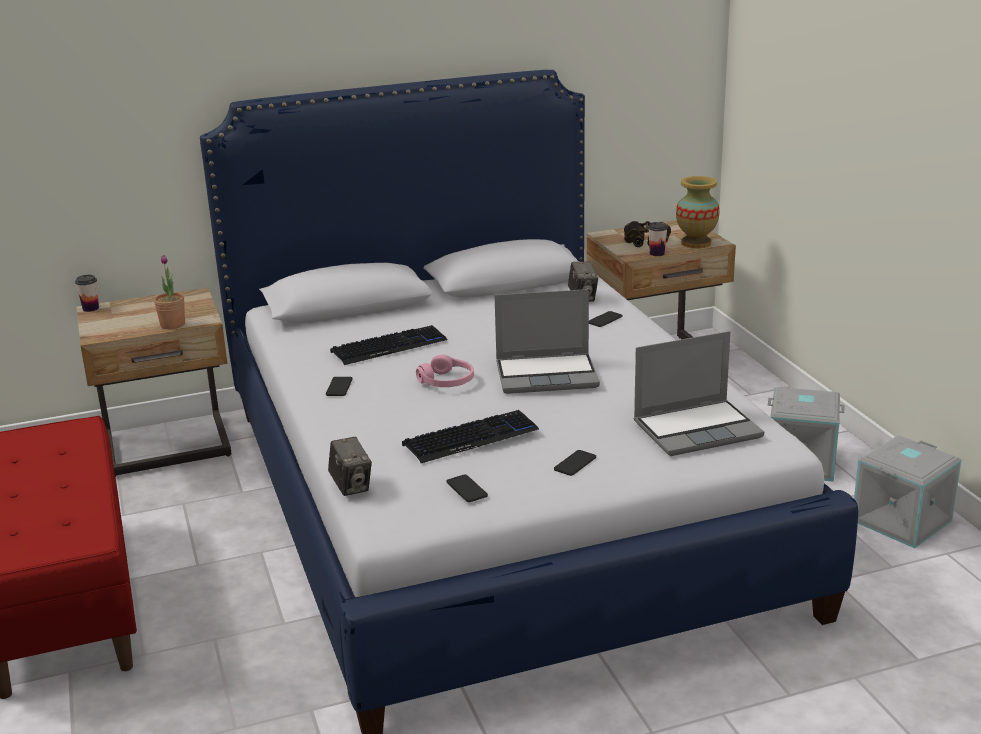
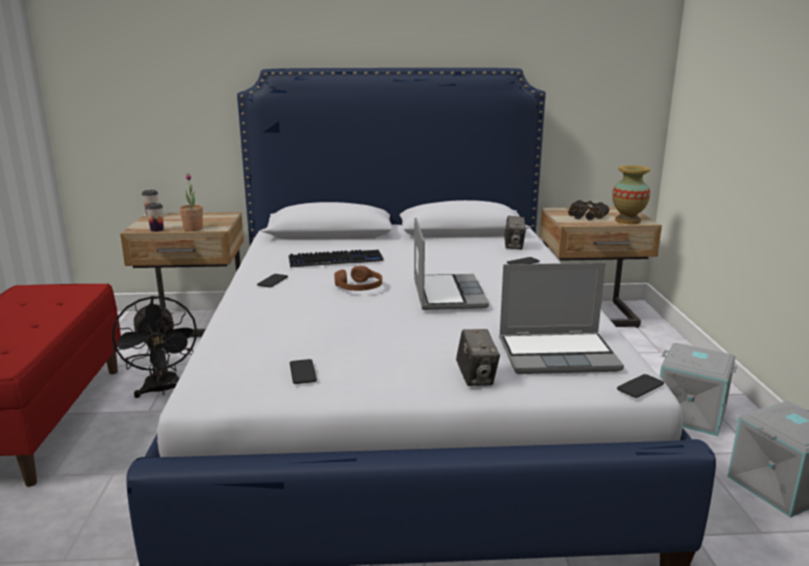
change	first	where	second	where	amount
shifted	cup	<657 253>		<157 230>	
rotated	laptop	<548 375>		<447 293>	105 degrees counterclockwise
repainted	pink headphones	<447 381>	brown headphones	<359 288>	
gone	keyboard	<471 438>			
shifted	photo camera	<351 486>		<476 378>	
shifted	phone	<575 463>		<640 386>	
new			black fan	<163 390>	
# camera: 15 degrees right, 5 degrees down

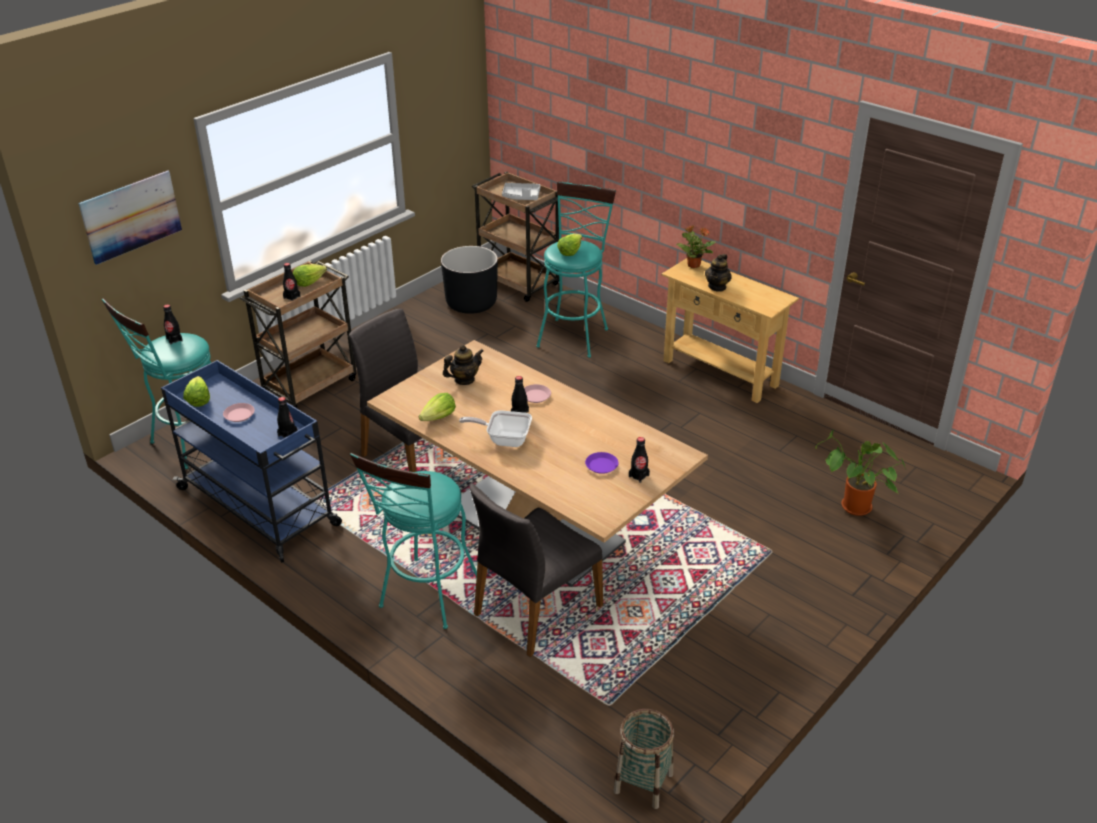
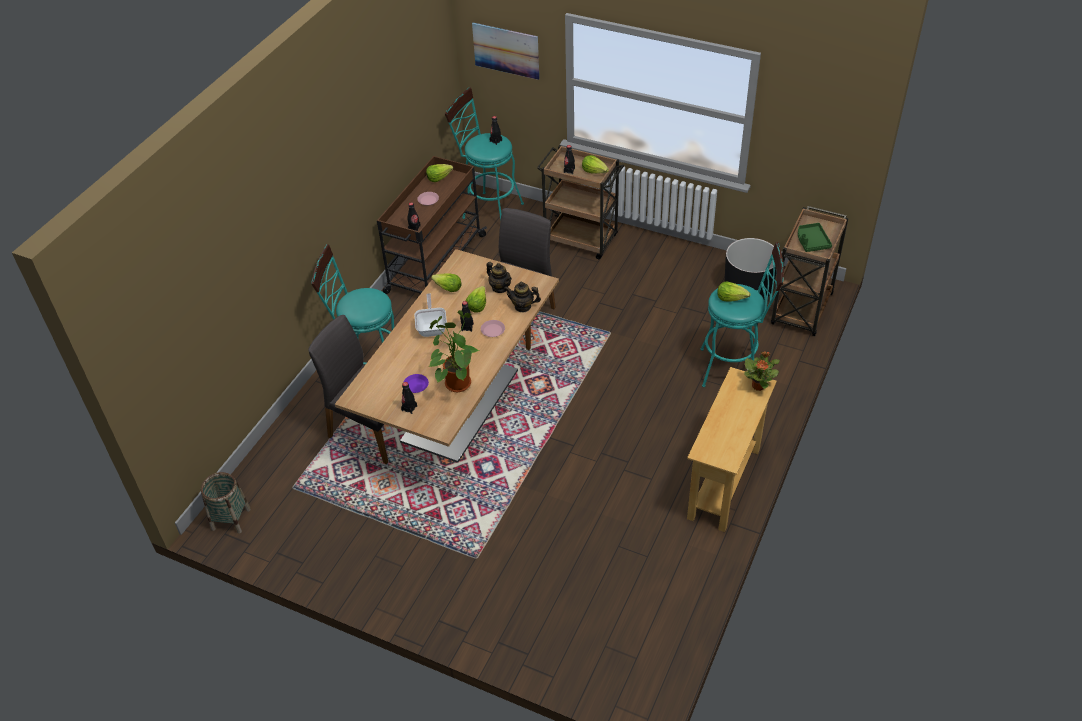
change	first	where	second	where	amount
repainted	grey tray	<521 197>	green tray	<811 242>	
shifted	teapot	<717 287>		<523 307>	
repainted	blue cart	<260 507>	brown cart	<435 265>	
shifted	potted plant	<853 508>		<456 382>	
new			lettuce	<477 305>	
# camera: 75 degrees right, 10 degrees up

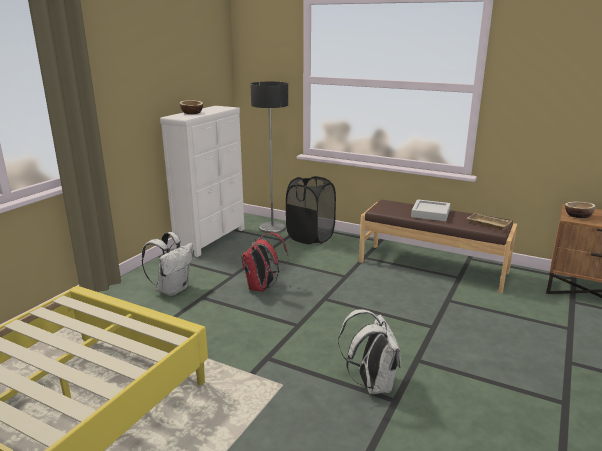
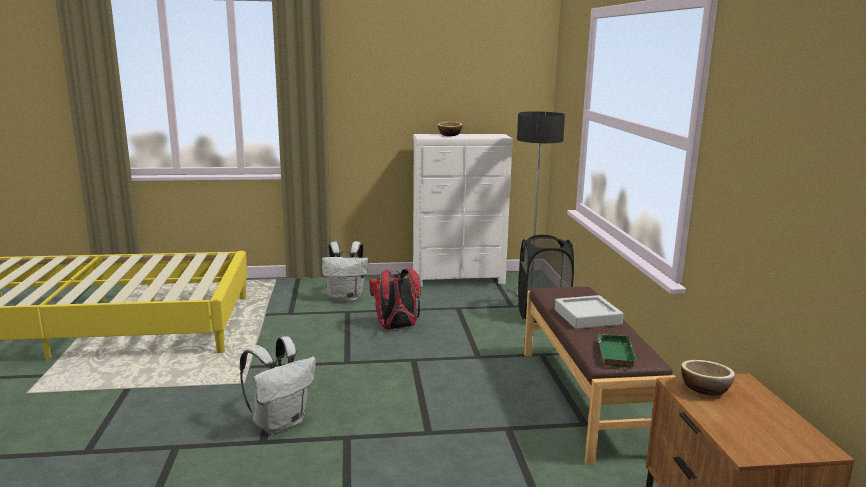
change	first	where	second	where	amount
repainted	beige tray	<487 224>	green tray	<613 353>	
# camera: 55 degrees right, 5 degrees down

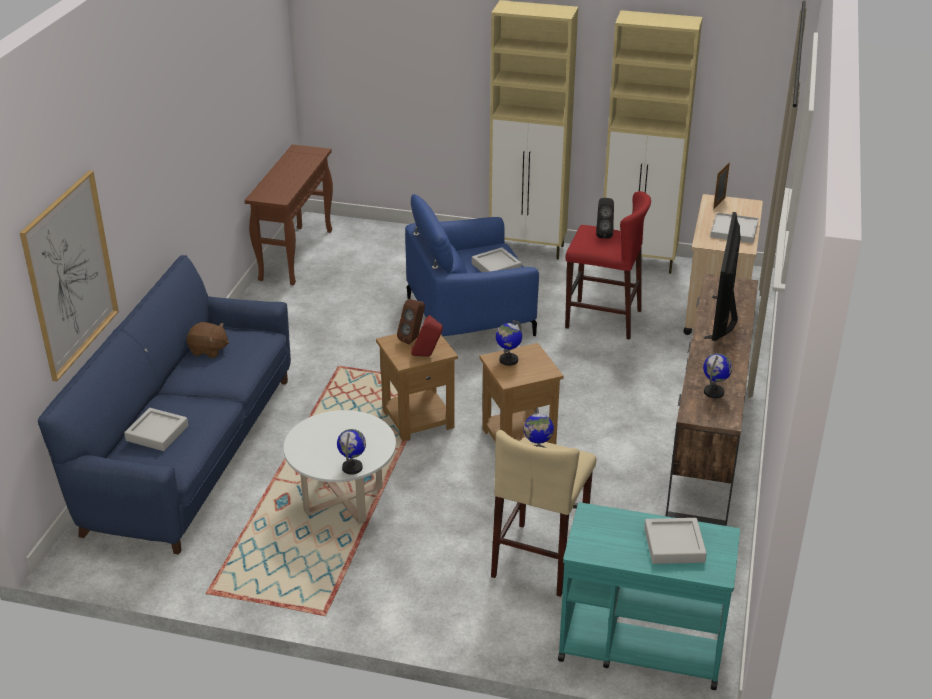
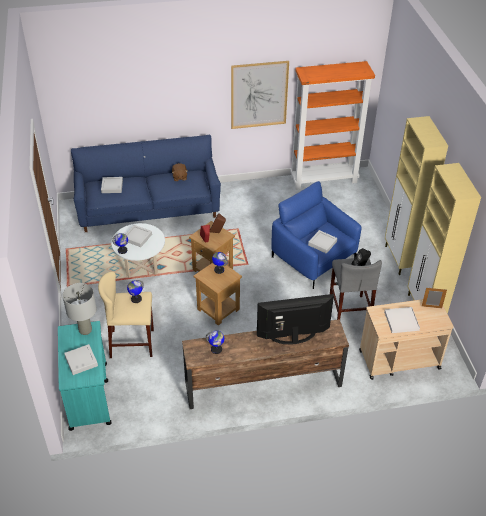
change	first	where	second	where	amount
swapped	brown console table	<296 254>	orange bookcase	<324 179>	
shifted	picture	<70 275>		<259 95>	
repainted	red stool	<603 319>	grey stool	<349 311>	
new			grey tray	<137 237>	
new			grey table lamp	<85 330>	
# camera: 65 degrees right, 10 degrees up

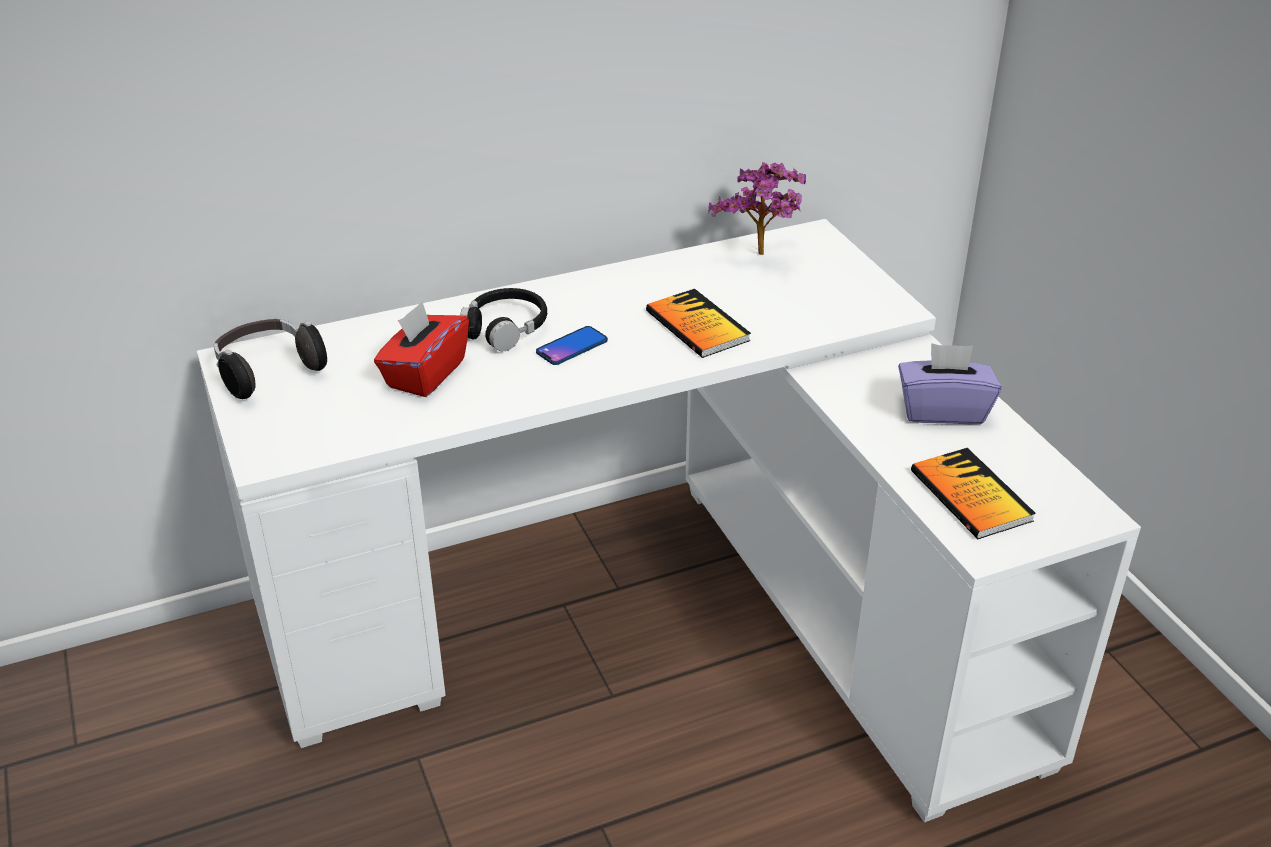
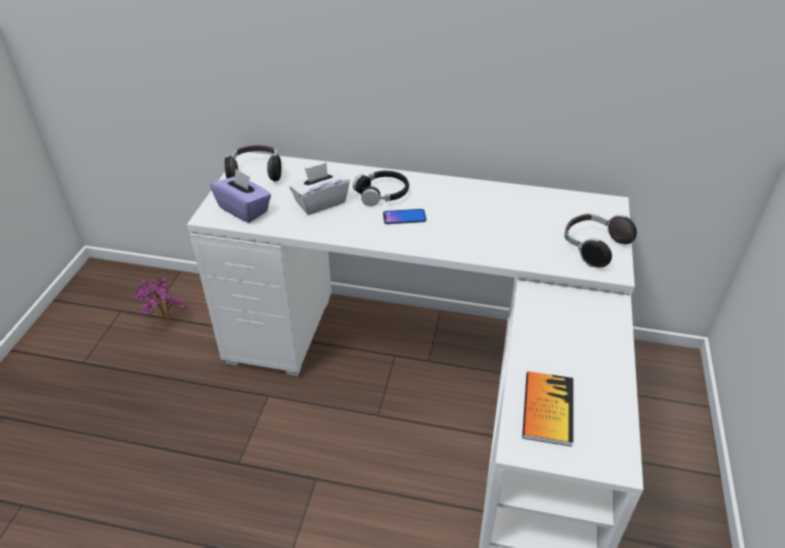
change	first	where	second	where	amount
shifted	potted plant	<761 257>		<164 321>	
gone	book	<697 326>			
repainted	red tissue box	<425 374>	white tissue box	<320 202>	
shifted	purple tissue box	<942 410>		<244 209>	
new			headphones	<593 247>	
# camera: 35 degrees right, 5 degrees up

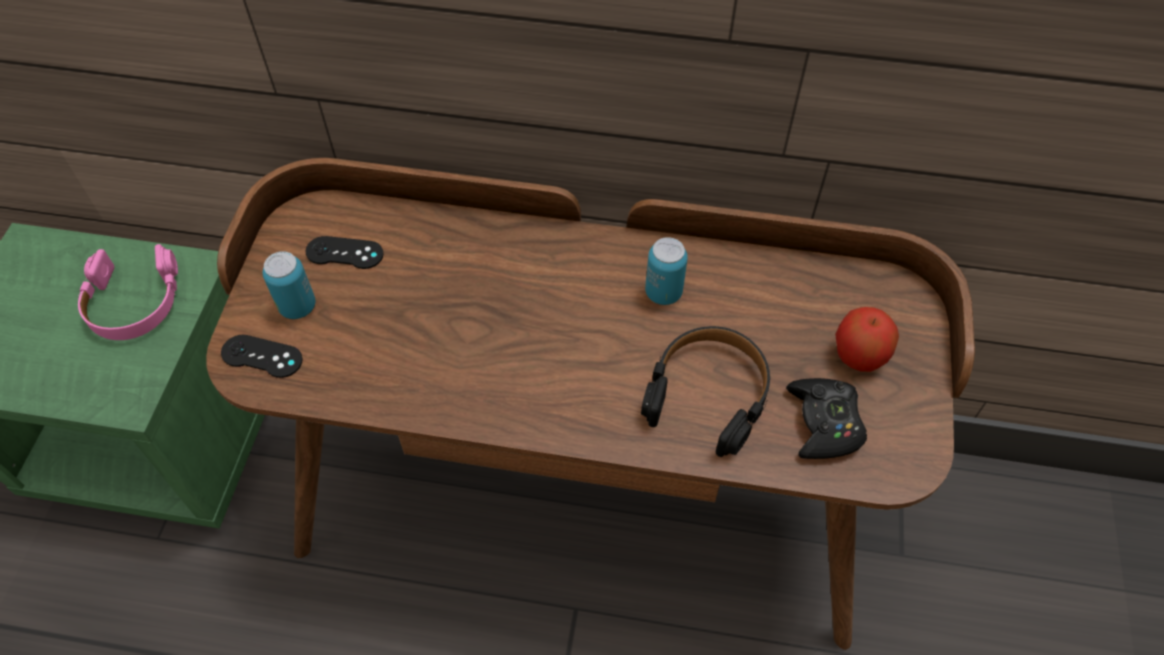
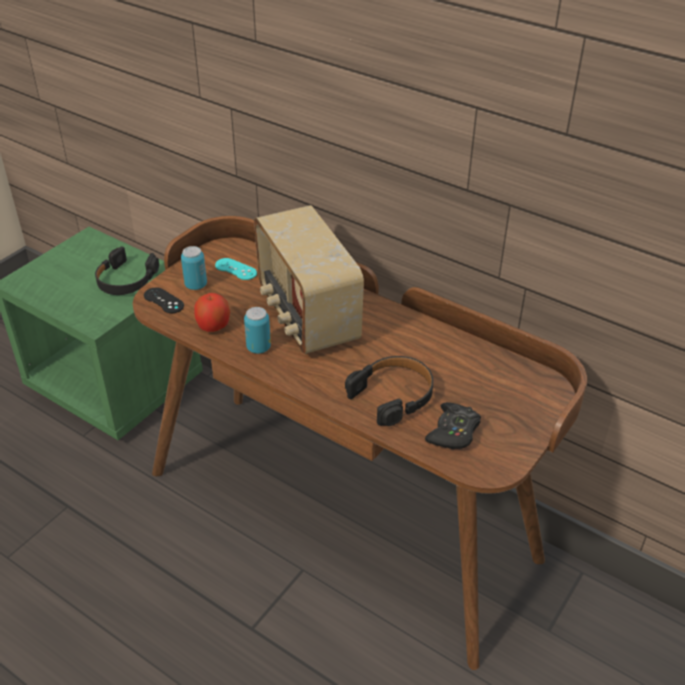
change	first	where	second	where	amount
repainted	black game controller	<344 253>	turquoise game controller	<236 269>	
shifted	can	<663 292>		<258 348>	
repainted	pink headphones	<133 302>	black headphones	<126 280>	
shifted	apple	<859 355>		<213 326>	
new			radio	<306 316>	
# camera: 25 degrees right, 15 degrees down

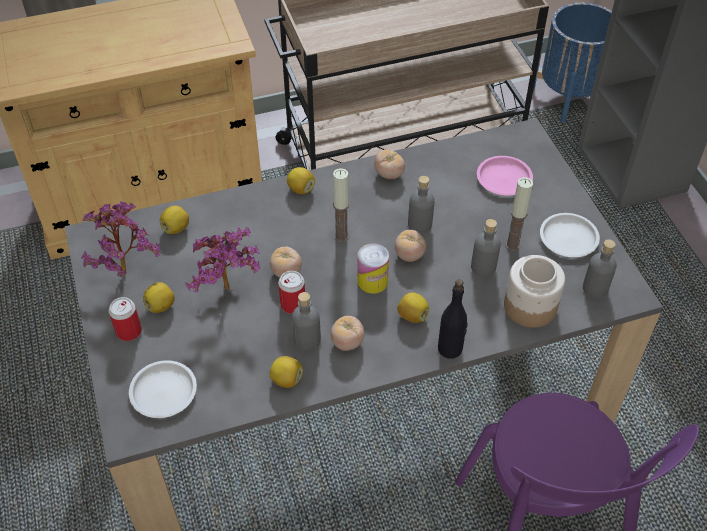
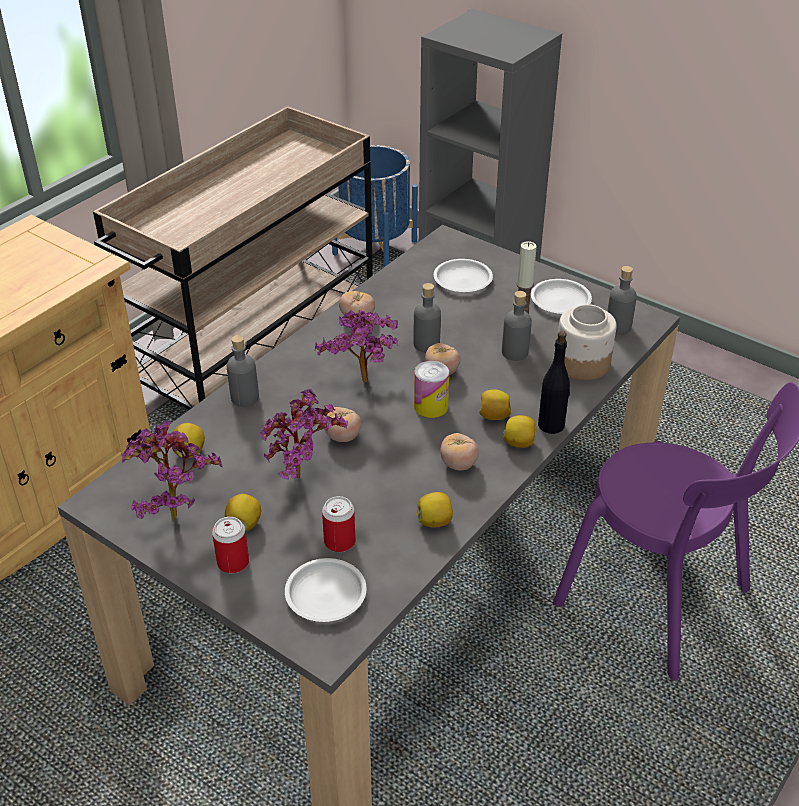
change	first	where	second	where	amount
repainted	pink plate	<504 178>	white plate	<463 279>	
shifted	lemon	<301 189>		<519 443>	
swapped	candle	<341 236>	potted plant	<364 385>	
shifted	can	<293 305>		<339 542>	
shifted	grey bottle	<307 340>		<245 398>	
# camera: 35 degrees left, 10 degrees down

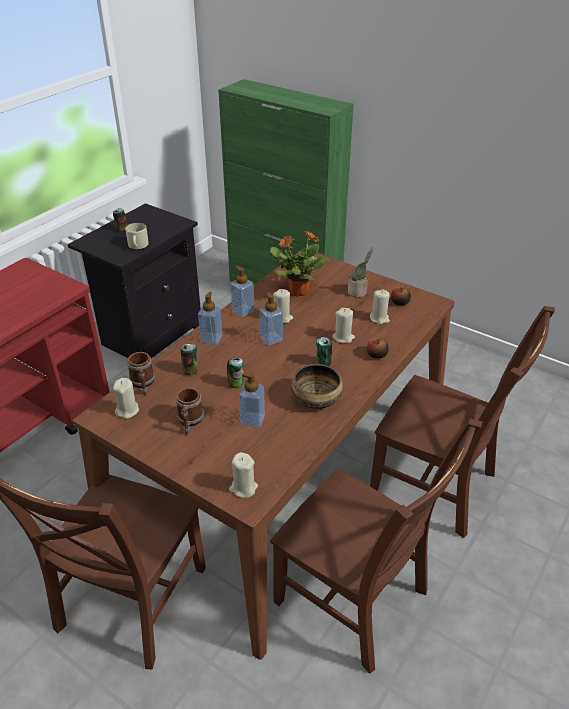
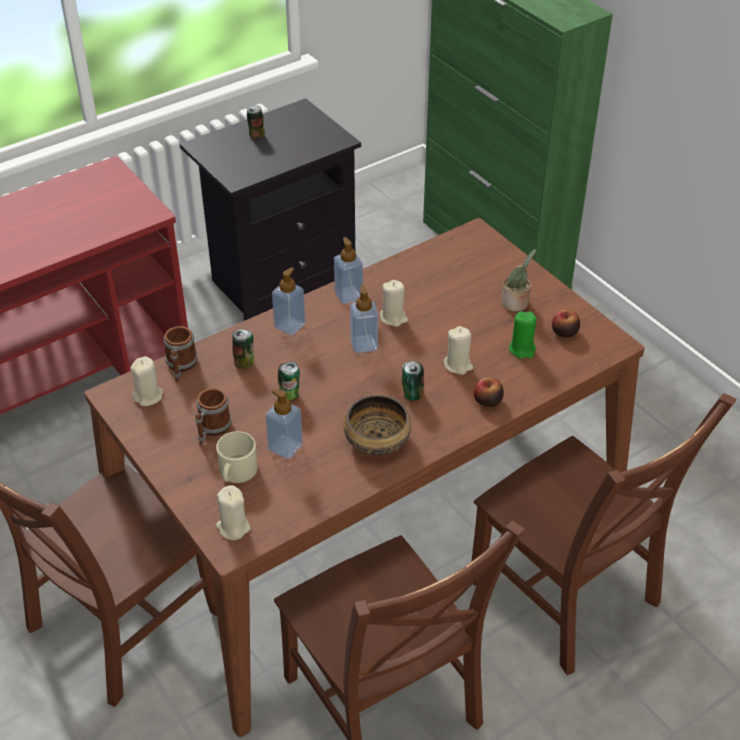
change	first	where	second	where	amount
shifted	beige mug	<137 245>		<236 472>	
gone	potted plant	<298 291>			
repainted	beige candle	<379 318>	green candle	<522 349>	
# camera: 20 degrees right, 5 degrees up

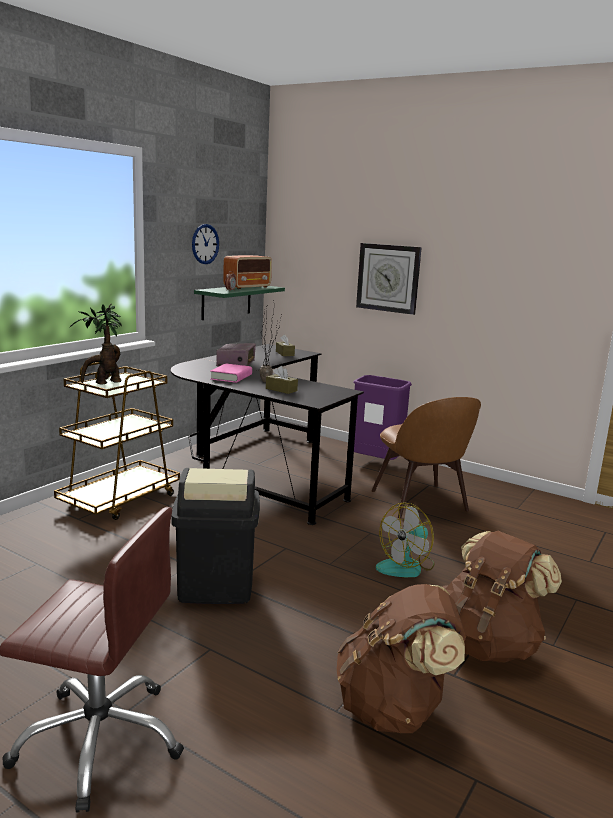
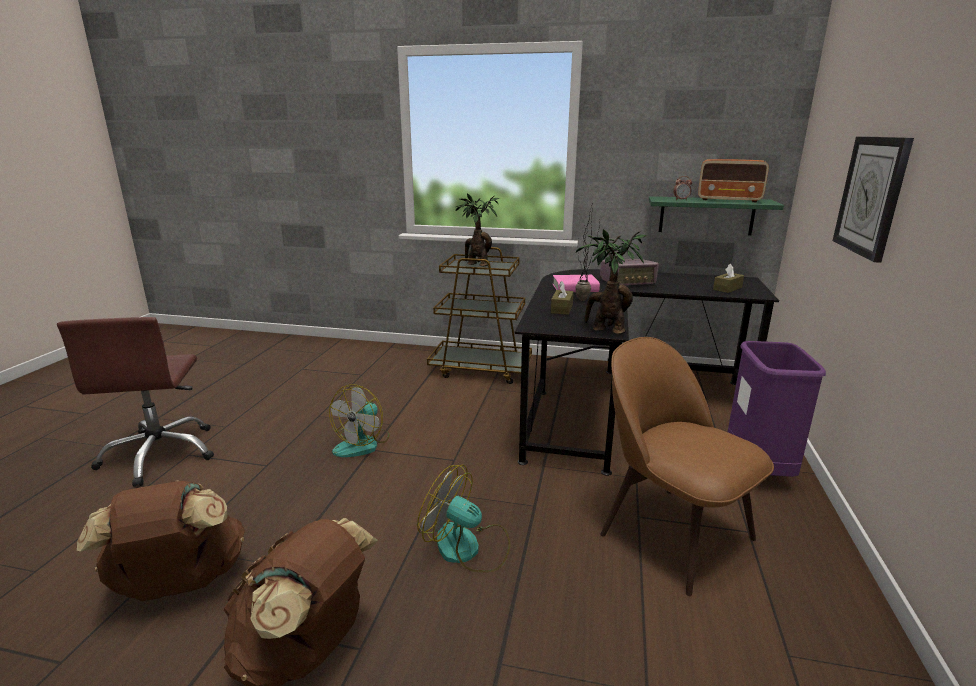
change	first	where	second	where	amount
gone	wall clock	<205 244>			
rotated	brown chair	<420 502>		<671 532>	90 degrees clockwise
swapped	black trash can	<216 586>	fan	<362 443>	
new			potted plant	<605 329>	
# camera: 70 degrees right, 5 degrees up

